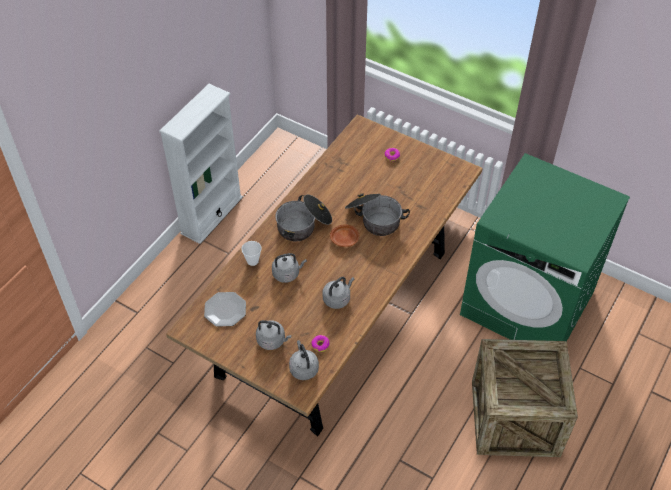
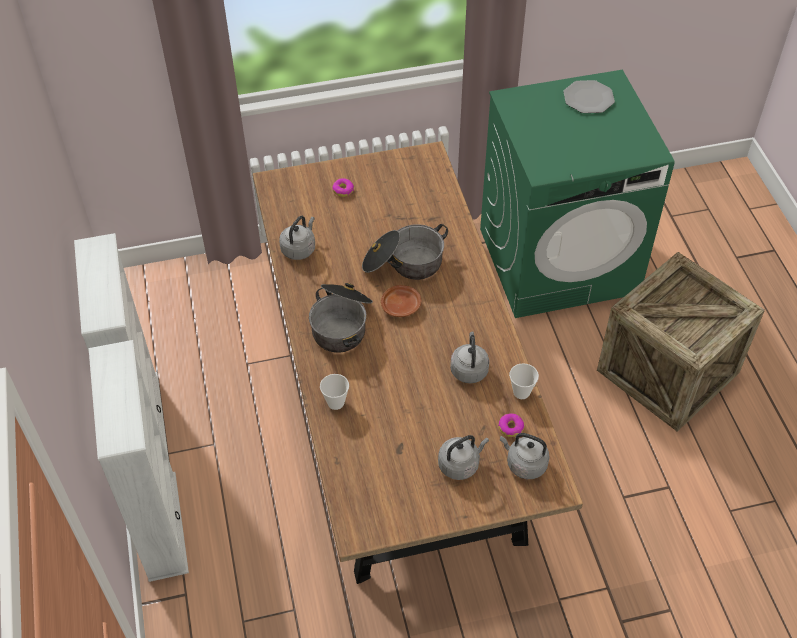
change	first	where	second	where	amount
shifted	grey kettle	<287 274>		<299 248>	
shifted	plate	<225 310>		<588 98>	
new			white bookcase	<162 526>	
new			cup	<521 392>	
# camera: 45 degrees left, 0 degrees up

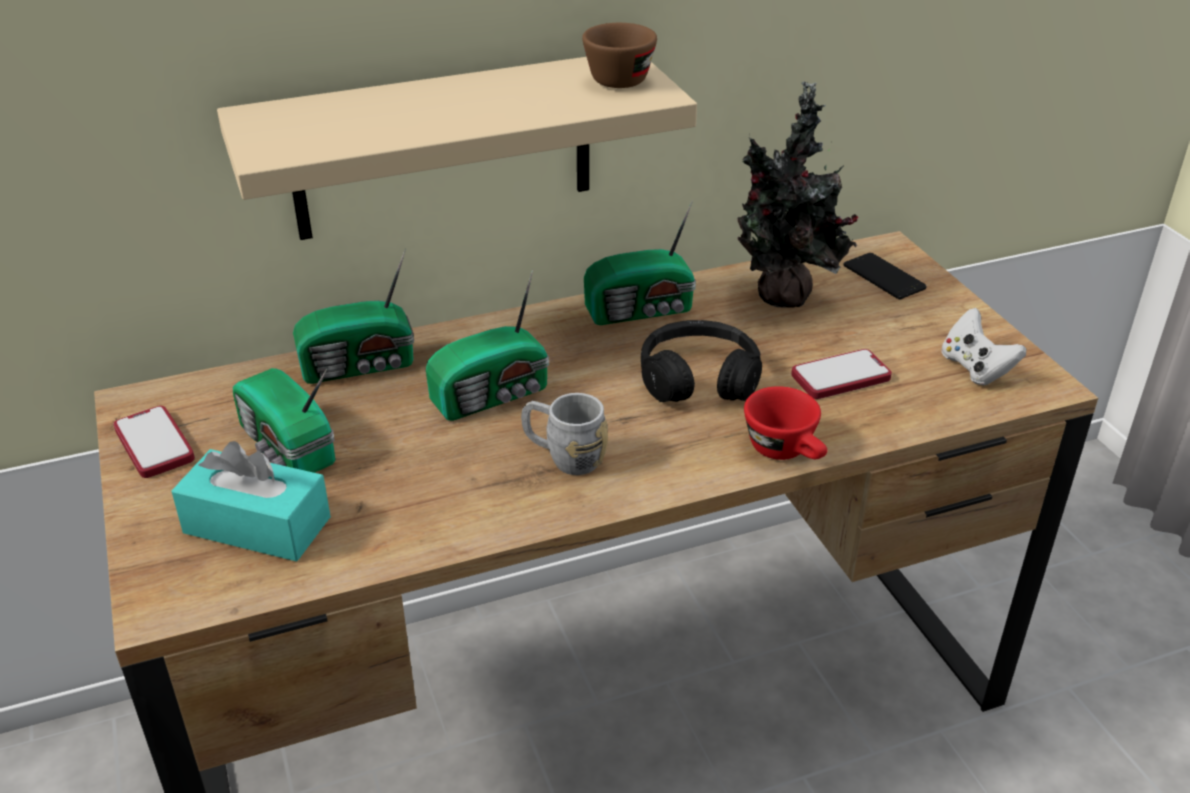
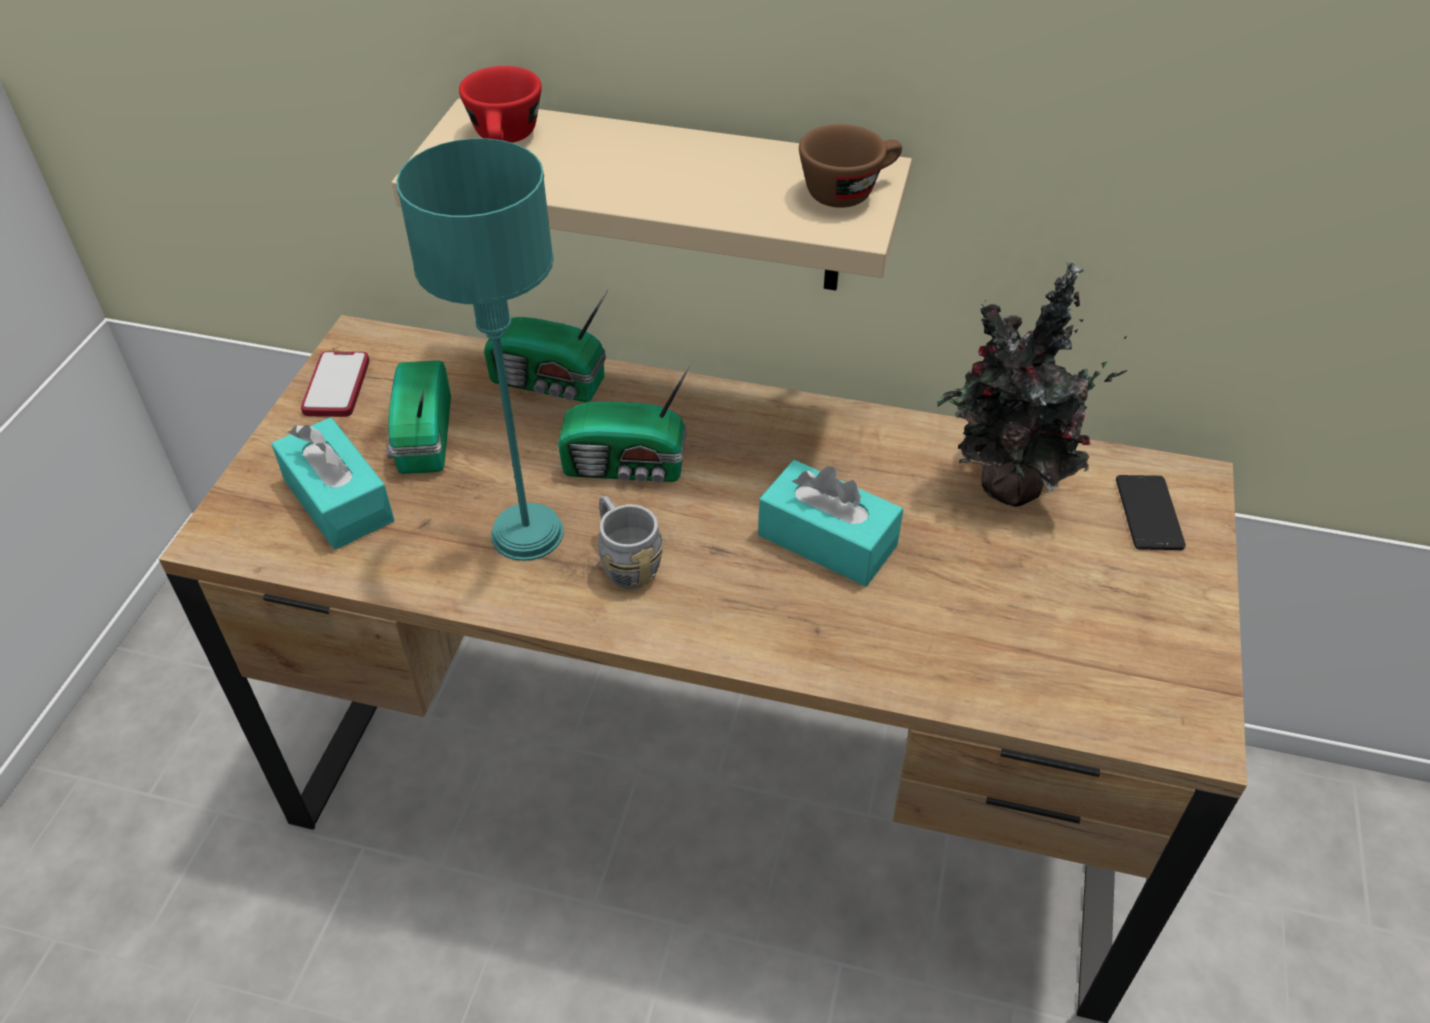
change	first	where	second	where	amount
gone	radio	<642 310>			
gone	white game controller	<975 368>			
swapped	black headphones	<699 378>	turquoise tissue box	<827 540>	
gone	phone	<840 377>			
shifted	red cup	<787 452>		<506 139>	
new			turquoise table lamp	<526 533>	
# camera: 35 degrees right, 10 degrees up

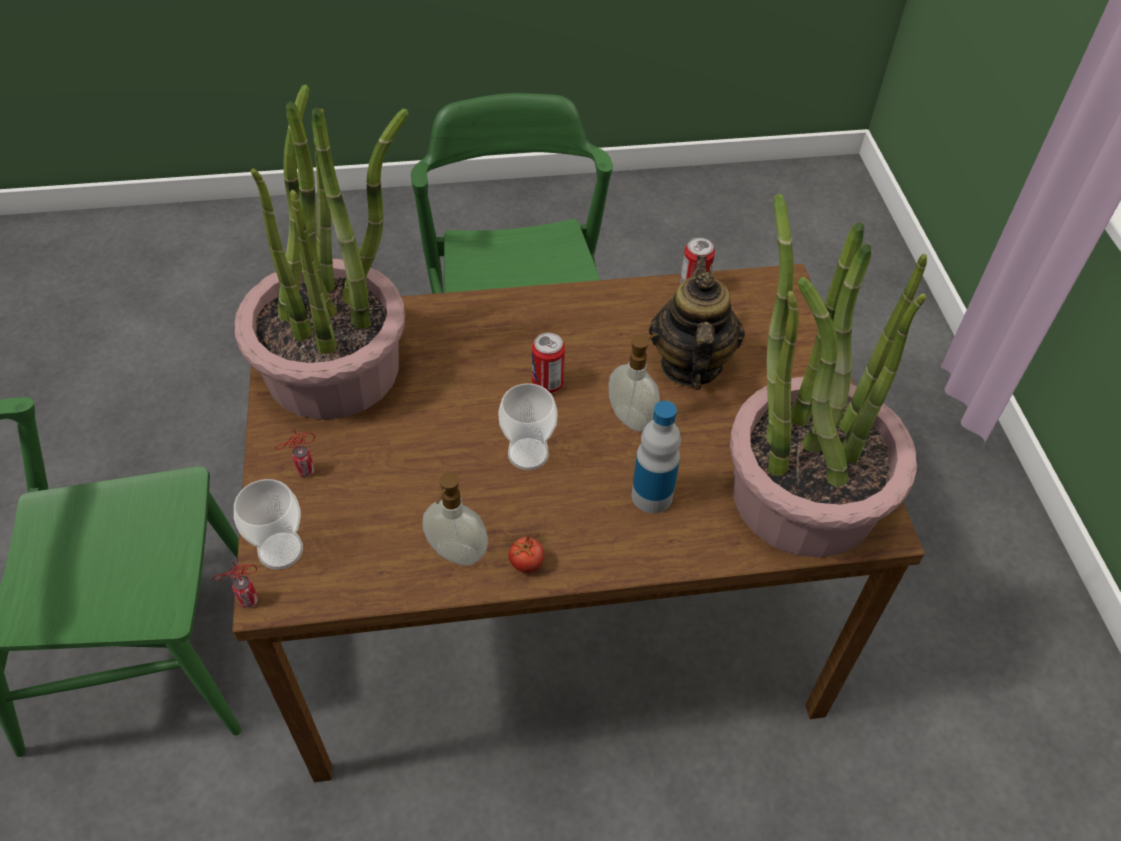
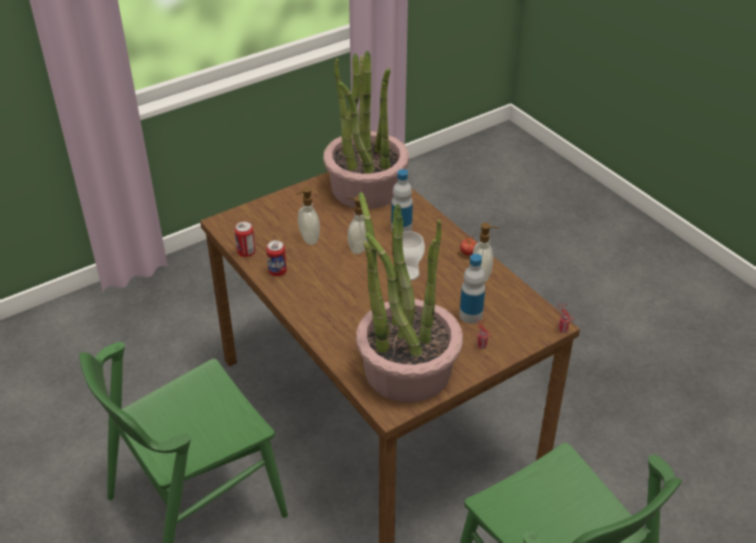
change	first	where	second	where	amount
swapped	teapot	<690 365>	soap dispenser	<308 239>	
shifted	can	<547 383>		<277 272>	
gone	cup	<280 550>			
new			bottle	<471 315>	
# camera: 115 degrees left, 10 degrees down

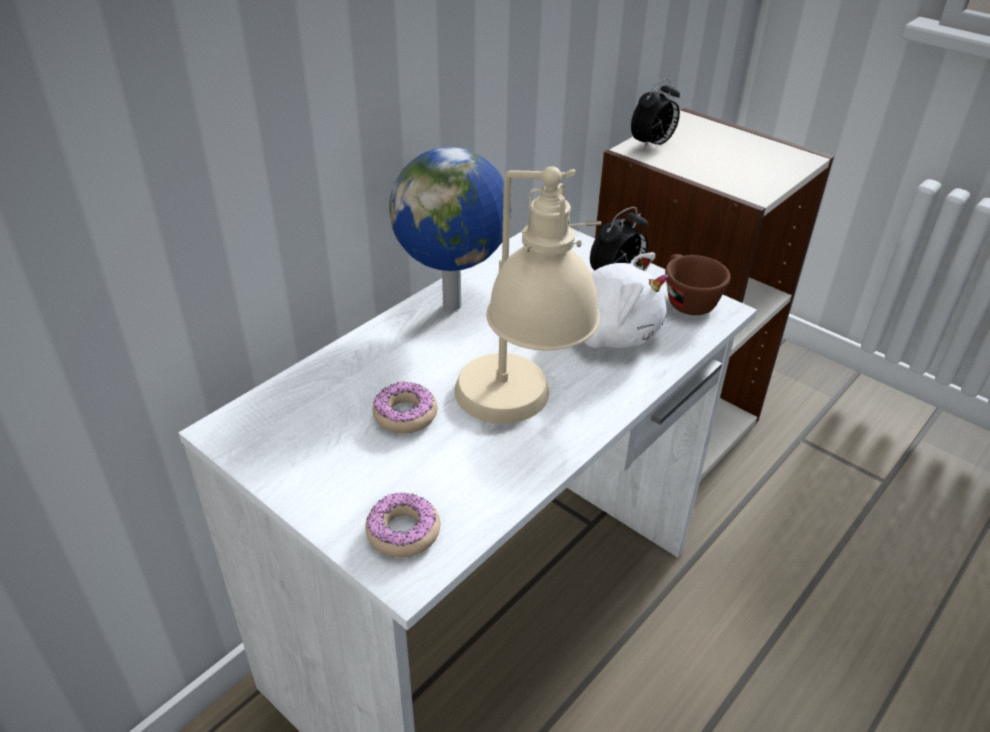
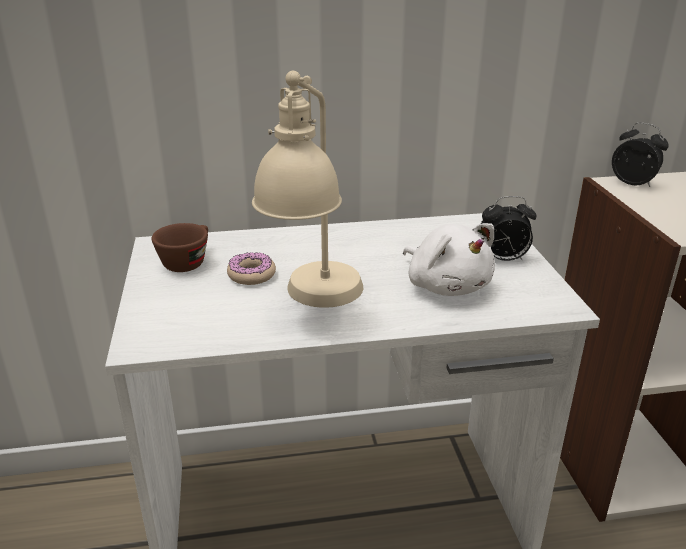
change	first	where	second	where	amount
rotated	alarm clock	<652 145>		<633 183>	135 degrees counterclockwise
gone	globe	<454 306>			
shifted	brown cup	<686 300>		<187 261>	
gone	donut	<403 532>			
# camera: 40 degrees right, 10 degrees down

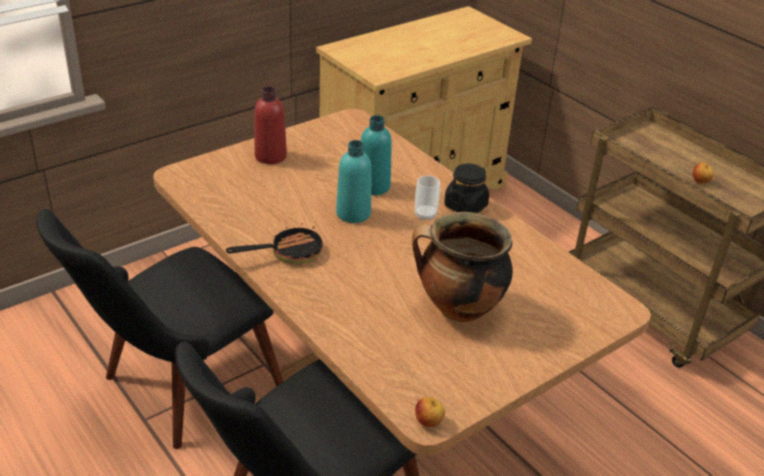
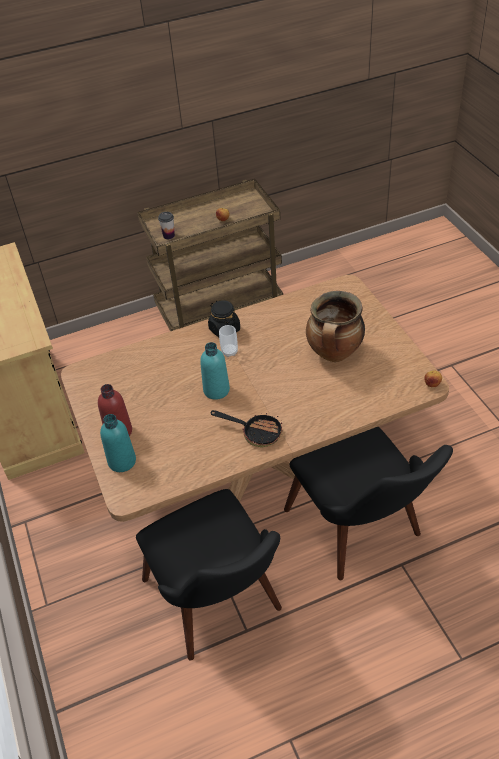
change	first	where	second	where	amount
shifted	turquoise bottle	<373 186>		<122 461>	
rotated	frying pan	<288 253>		<256 432>	120 degrees clockwise
new			cup	<168 235>	
# camera: 70 degrees left, 10 degrees up

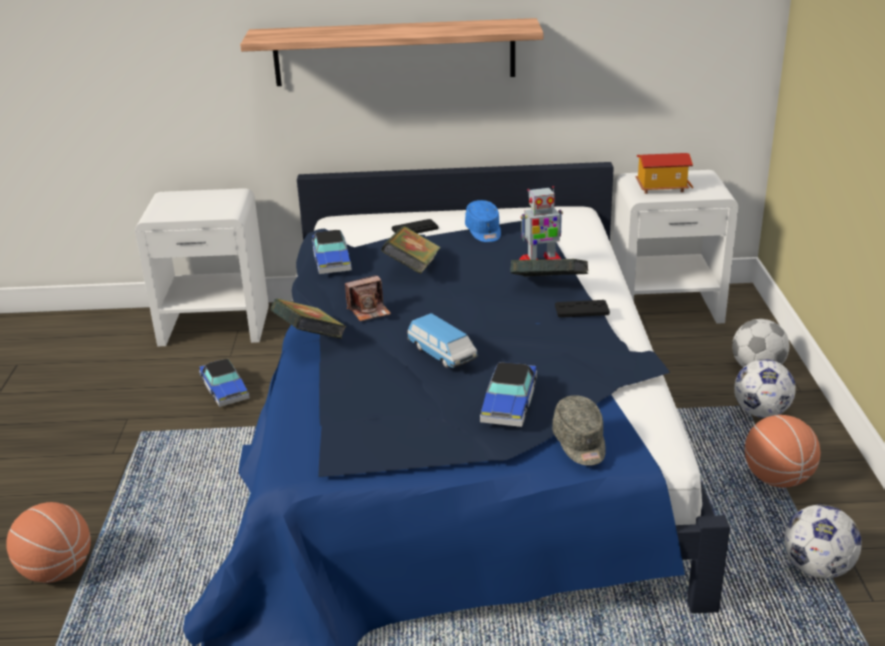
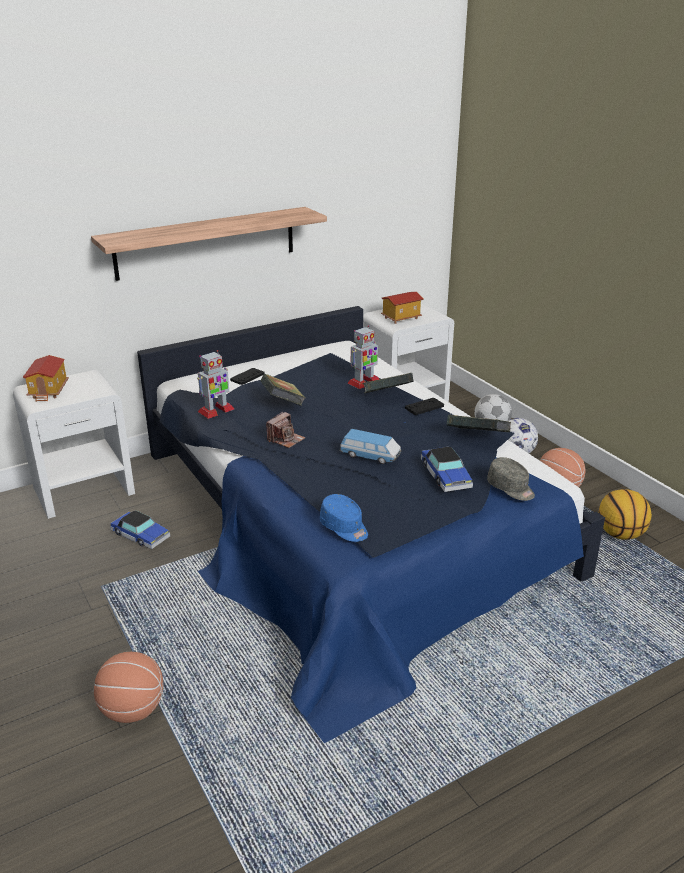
change	first	where	second	where	amount
shifted	blue cap	<484 231>		<344 527>	
swapped	toy car	<331 260>	toy robot	<216 411>	
shifted	book	<310 339>		<477 439>	
swapped	football	<816 568>	basketball	<620 534>	
new			toy house	<49 391>	
# camera: 30 degrees left, 0 degrees up

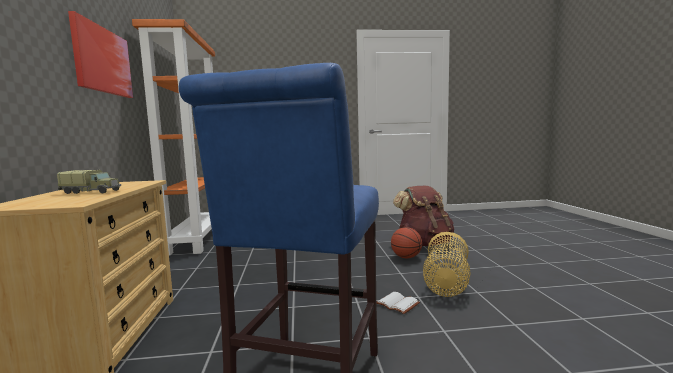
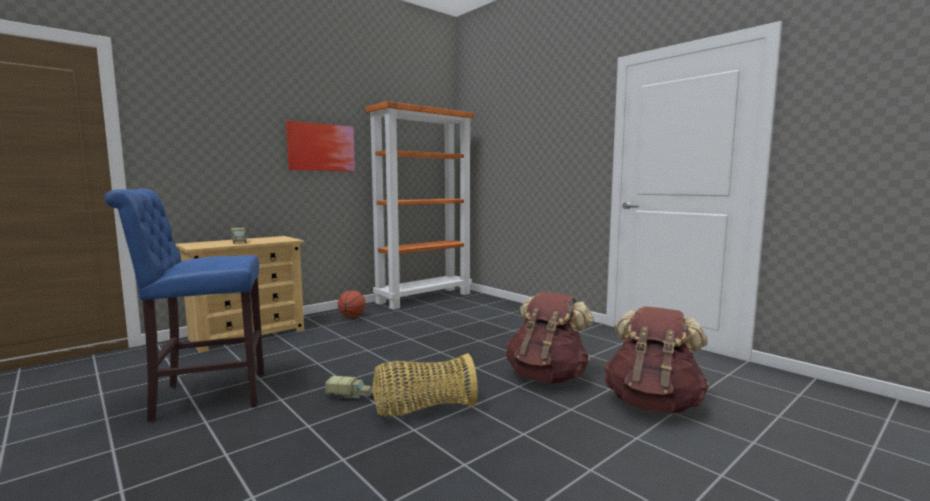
change	first	where	second	where	amount
shifted	basketball	<406 257>		<352 317>	
swapped	white book	<396 304>	toy truck	<349 396>	
new			brown backpack	<653 404>	
# camera: 55 degrees right, 0 degrees up

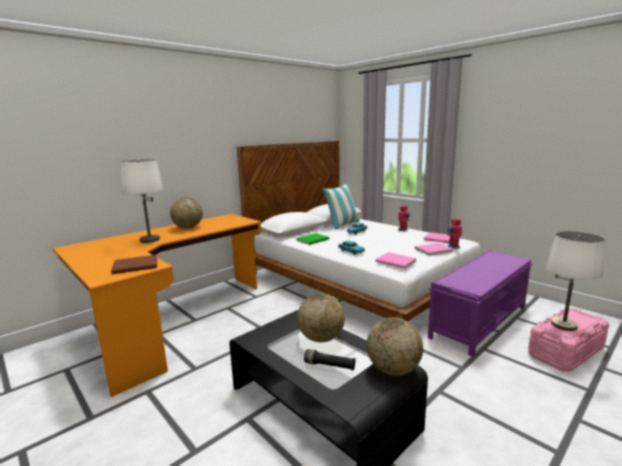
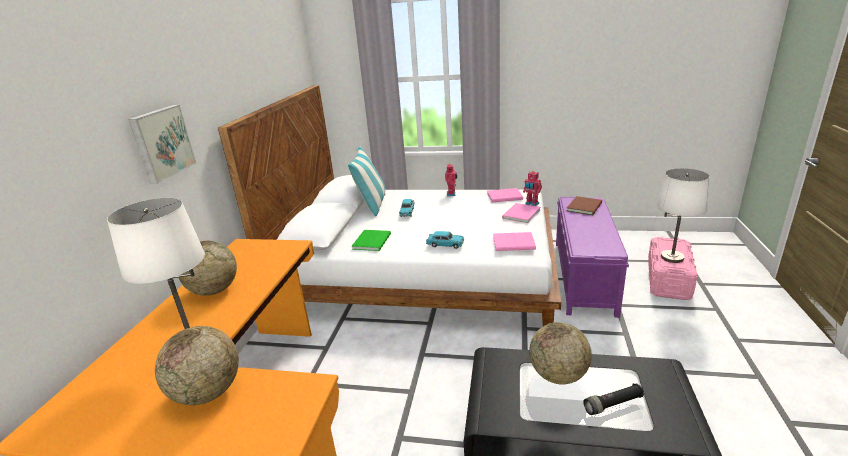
change	first	where	second	where	amount
shifted	brown book	<137 266>		<585 206>	
shifted	globe	<393 369>		<208 392>	
new			picture	<161 143>	
# camera: 35 degrees left, 10 degrees up

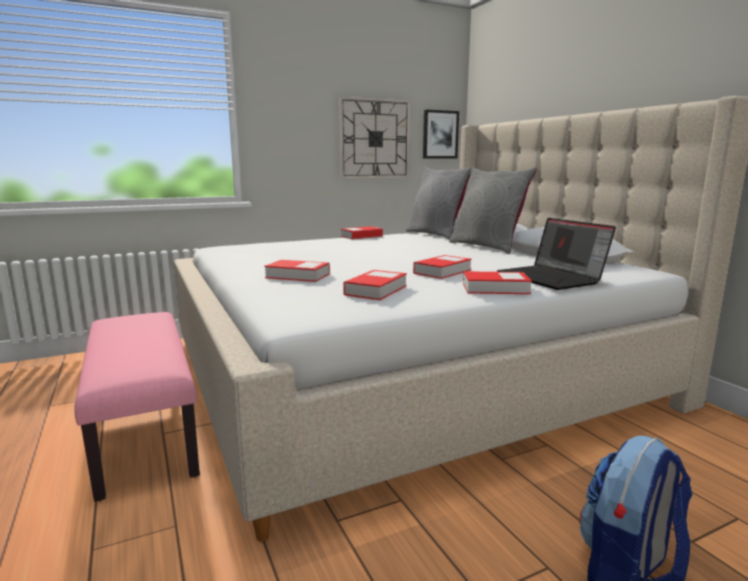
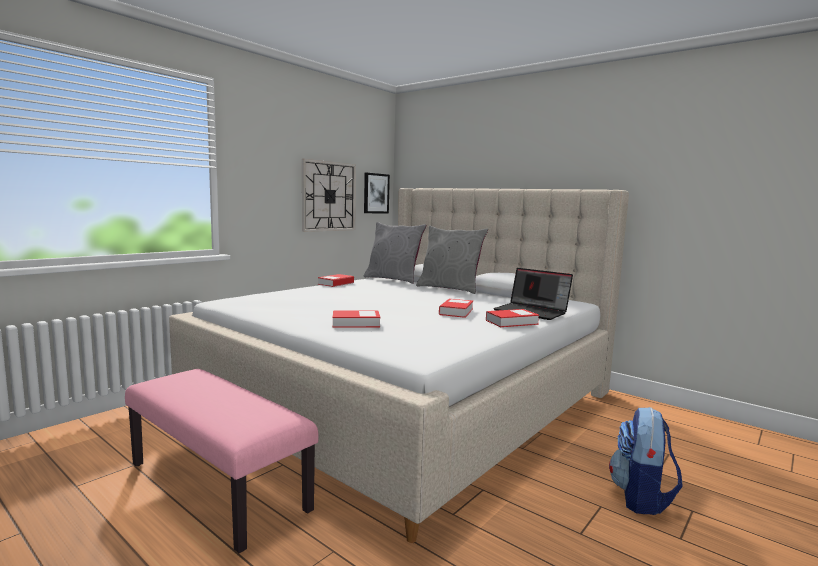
change	first	where	second	where	amount
gone	book	<376 290>			
# camera: 25 degrees left, 5 degrees down

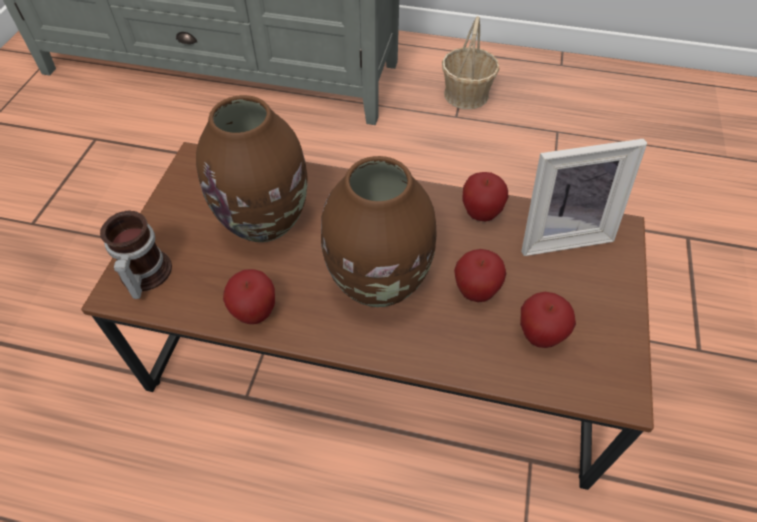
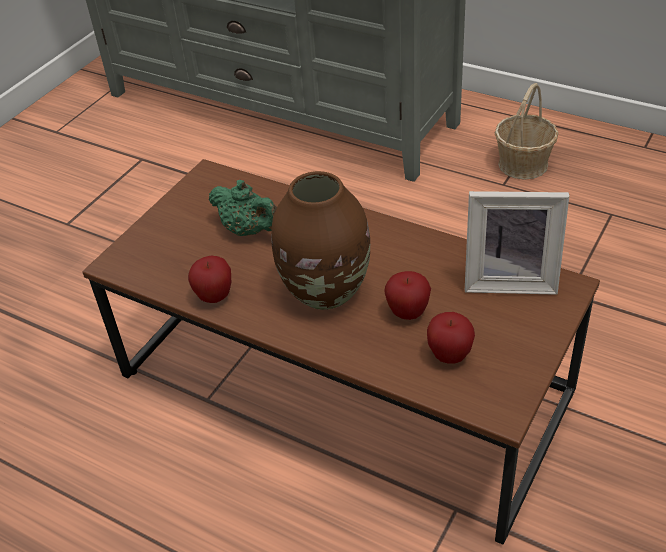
change	first	where	second	where	amount
swapped	brown vase	<265 221>	green teapot	<248 230>	
gone	apple	<481 213>			
gone	mug	<143 275>			
# camera: 20 degrees right, 10 degrees down

